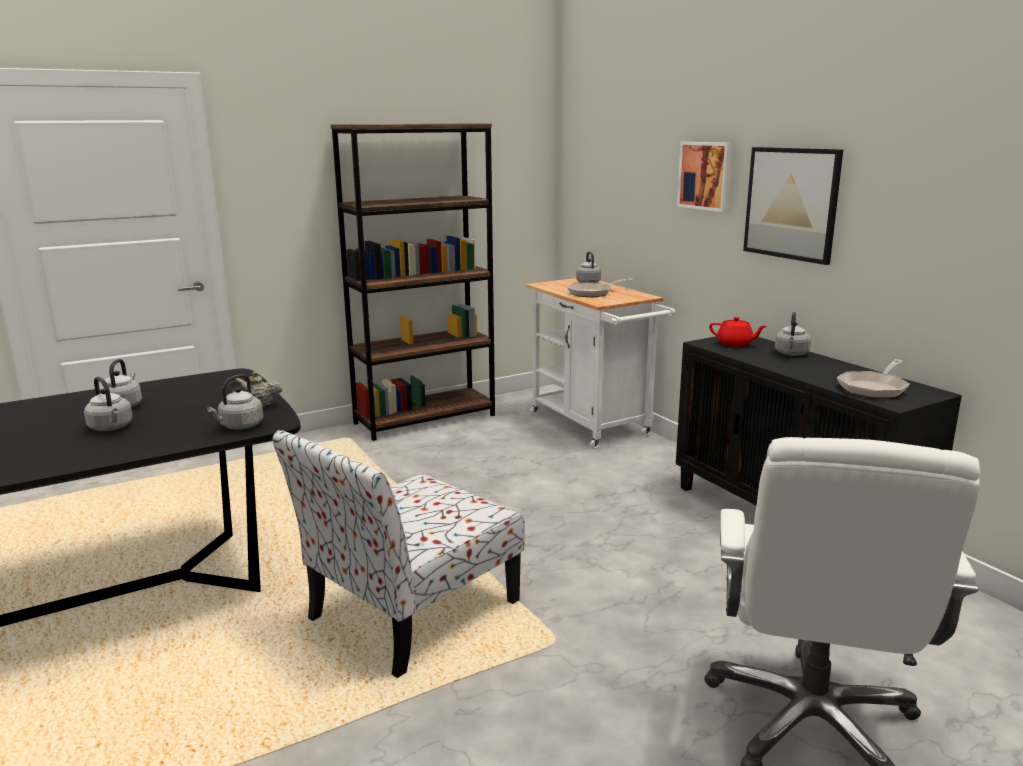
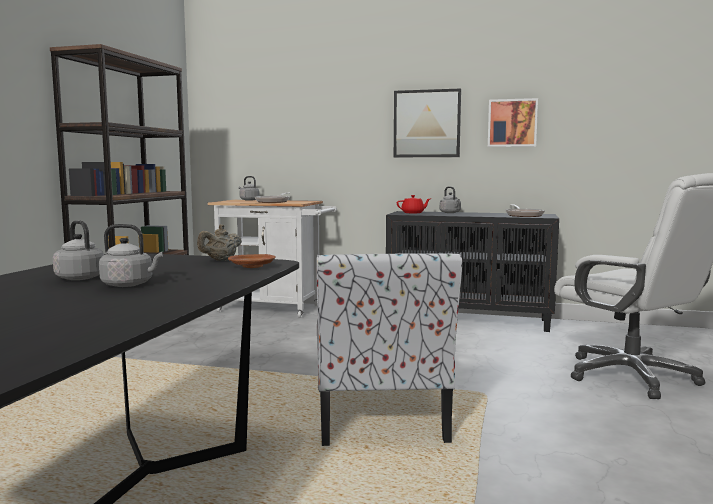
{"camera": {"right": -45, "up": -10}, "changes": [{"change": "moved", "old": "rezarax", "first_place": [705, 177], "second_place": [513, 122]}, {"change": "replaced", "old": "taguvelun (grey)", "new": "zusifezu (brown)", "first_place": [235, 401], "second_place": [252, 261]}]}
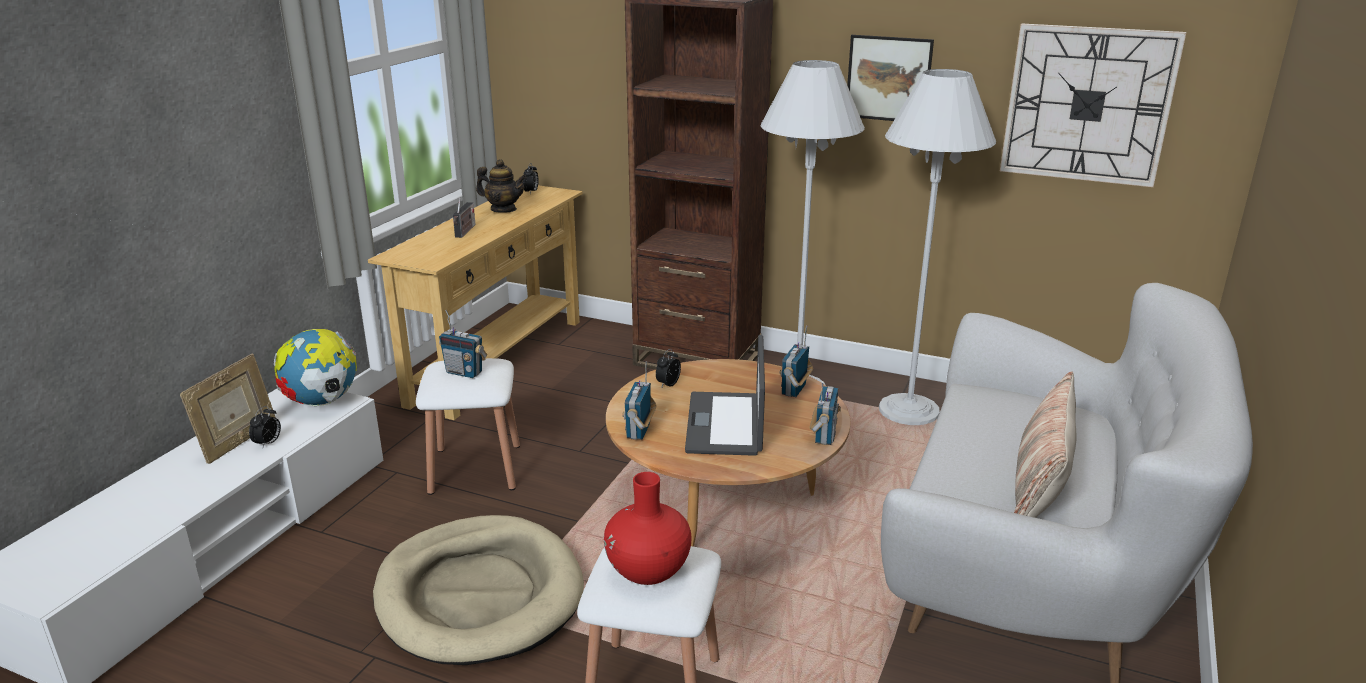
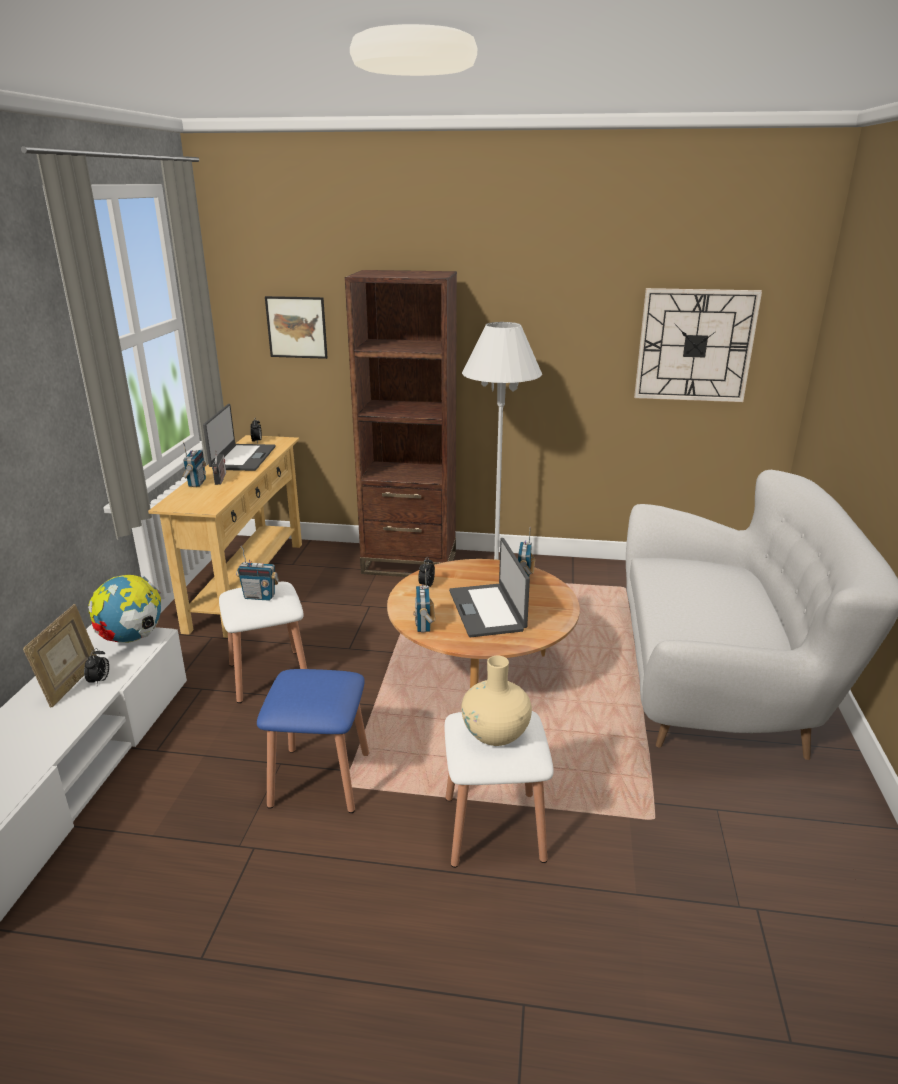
{"camera": {"right": -15, "up": 0}, "changes": [{"change": "moved", "old": "rezarax", "first_place": [890, 78], "second_place": [296, 327]}, {"change": "removed", "old": "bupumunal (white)", "first_place": [937, 247]}, {"change": "replaced", "old": "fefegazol", "new": "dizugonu", "first_place": [501, 186], "second_place": [239, 437]}, {"change": "removed", "old": "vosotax", "first_place": [1045, 445]}, {"change": "moved", "old": "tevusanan", "first_place": [825, 413], "second_place": [194, 464]}, {"change": "recoloured", "old": "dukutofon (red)", "new": "dukutofon (beige)", "first_place": [648, 528], "second_place": [496, 701]}, {"change": "replaced", "old": "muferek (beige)", "new": "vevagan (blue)", "first_place": [478, 590], "second_place": [313, 741]}]}
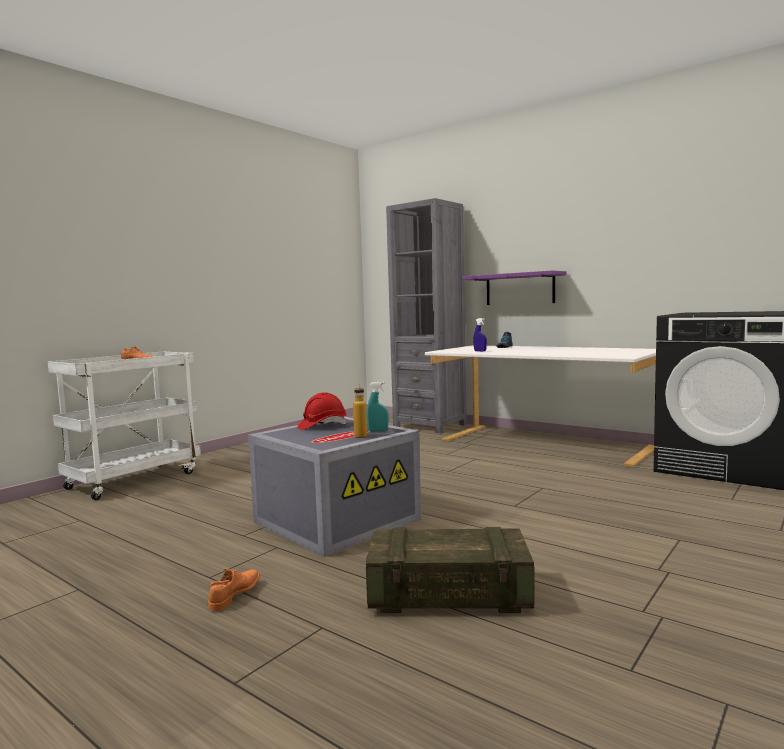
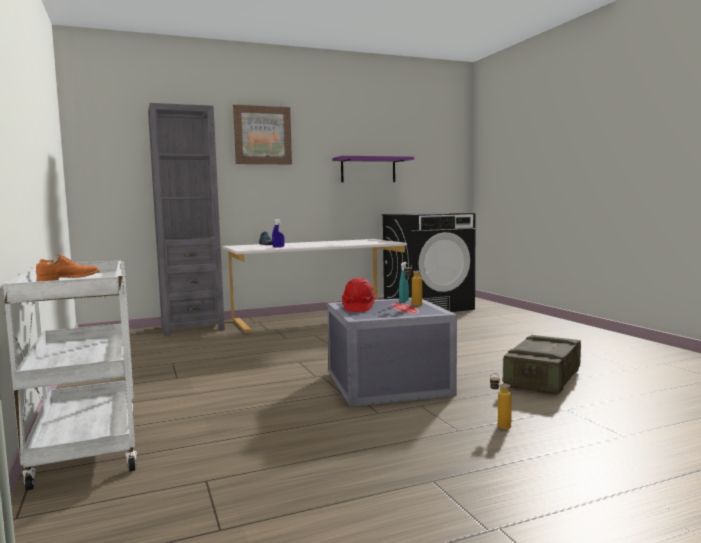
{"camera": {"right": -60, "up": 0}, "changes": [{"change": "moved", "old": "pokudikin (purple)", "first_place": [514, 287], "second_place": [373, 169]}, {"change": "replaced", "old": "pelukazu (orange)", "new": "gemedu", "first_place": [234, 590], "second_place": [501, 401]}, {"change": "added", "new": "rezarax", "second_place": [262, 134]}]}
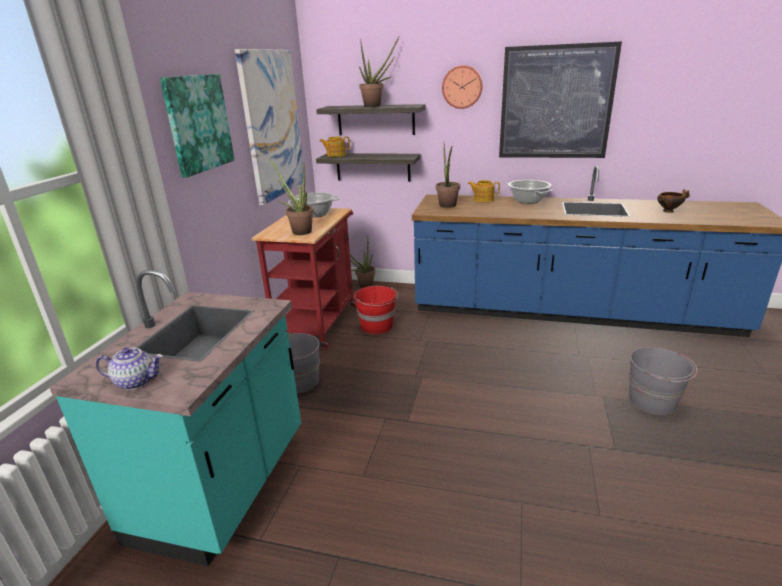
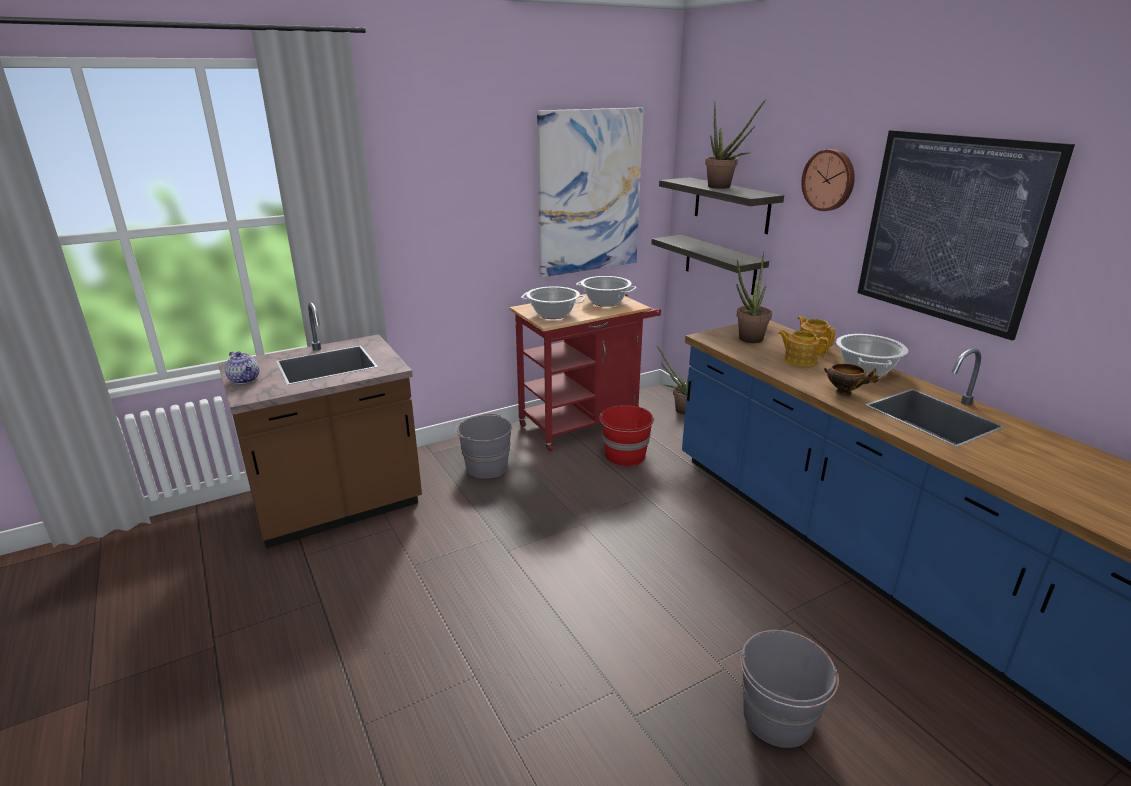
{"camera": {"right": 45, "up": 0}, "changes": [{"change": "removed", "old": "rezarax", "first_place": [197, 126]}, {"change": "moved", "old": "fefegazol", "first_place": [335, 146], "second_place": [803, 348]}, {"change": "replaced", "old": "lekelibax", "new": "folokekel", "first_place": [291, 196], "second_place": [553, 302]}, {"change": "moved", "old": "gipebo", "first_place": [673, 201], "second_place": [851, 379]}, {"change": "recoloured", "old": "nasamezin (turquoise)", "new": "nasamezin (brown)", "first_place": [175, 418], "second_place": [320, 425]}]}
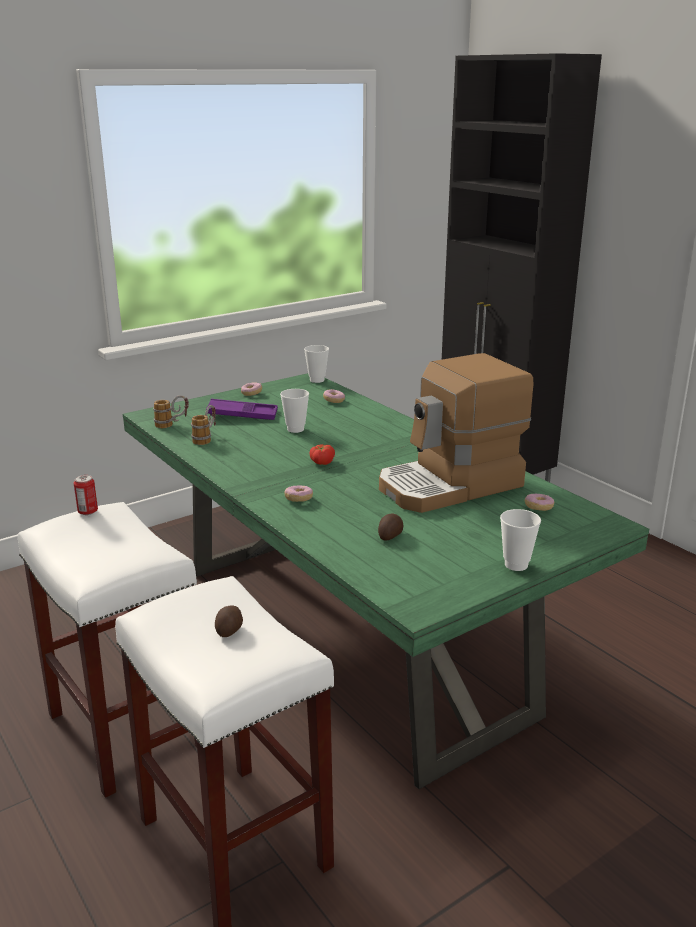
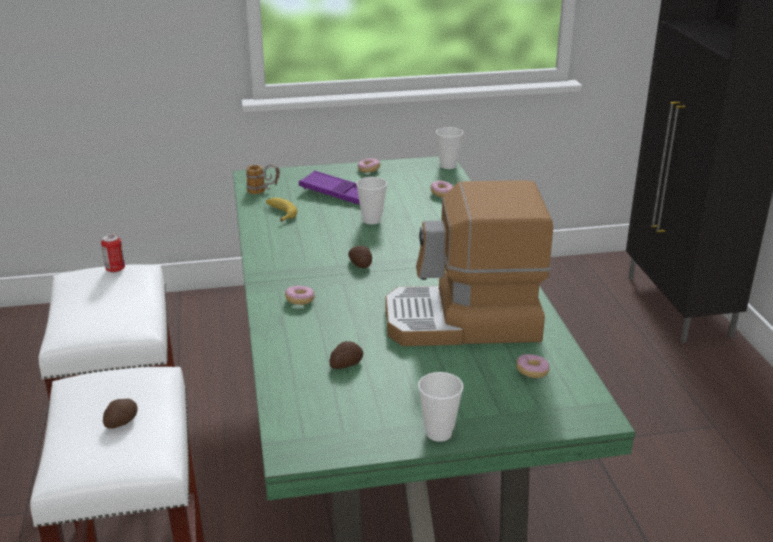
{"camera": {"right": 25, "up": 5}, "changes": [{"change": "replaced", "old": "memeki", "new": "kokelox", "first_place": [203, 425], "second_place": [281, 210]}, {"change": "replaced", "old": "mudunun", "new": "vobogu", "first_place": [322, 454], "second_place": [360, 256]}]}
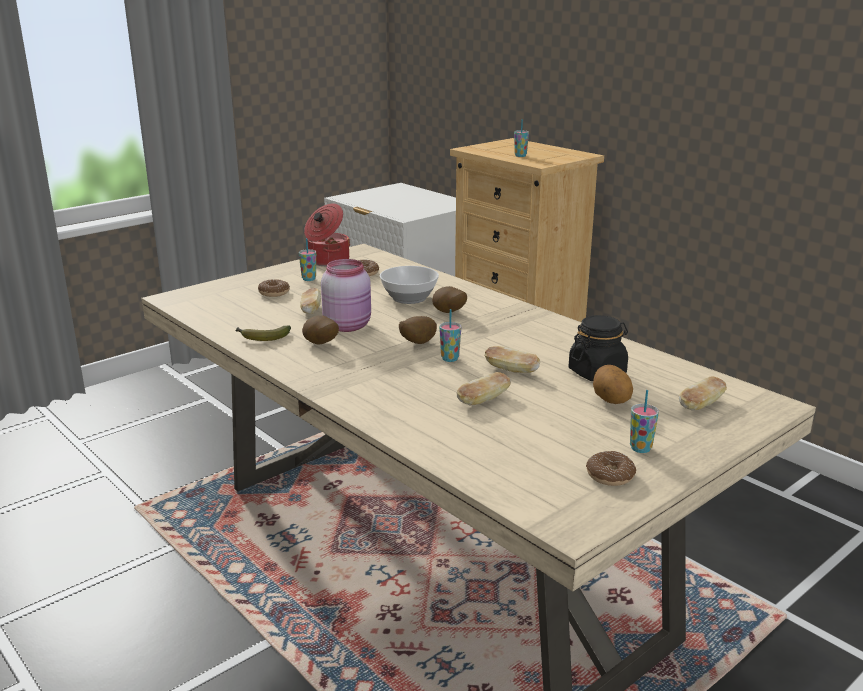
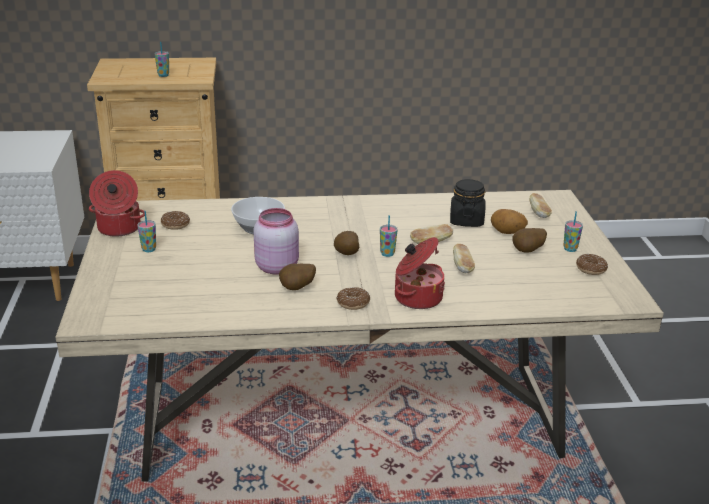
{"camera": {"right": -55, "up": 5}, "changes": [{"change": "moved", "old": "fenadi", "first_place": [274, 288], "second_place": [353, 298]}, {"change": "moved", "old": "vobogu", "first_place": [449, 299], "second_place": [529, 240]}, {"change": "removed", "old": "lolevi", "first_place": [310, 301]}, {"change": "removed", "old": "kokelox", "first_place": [263, 333]}, {"change": "added", "new": "folokekel", "second_place": [420, 273]}]}
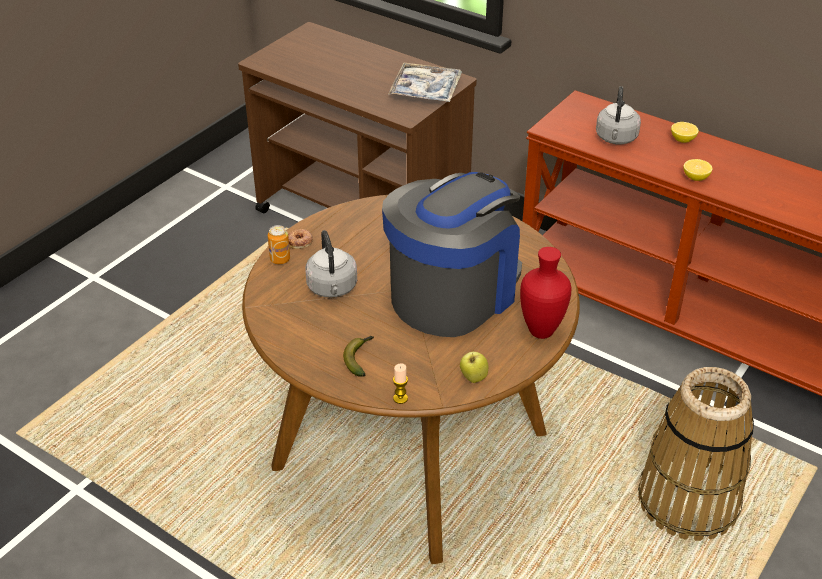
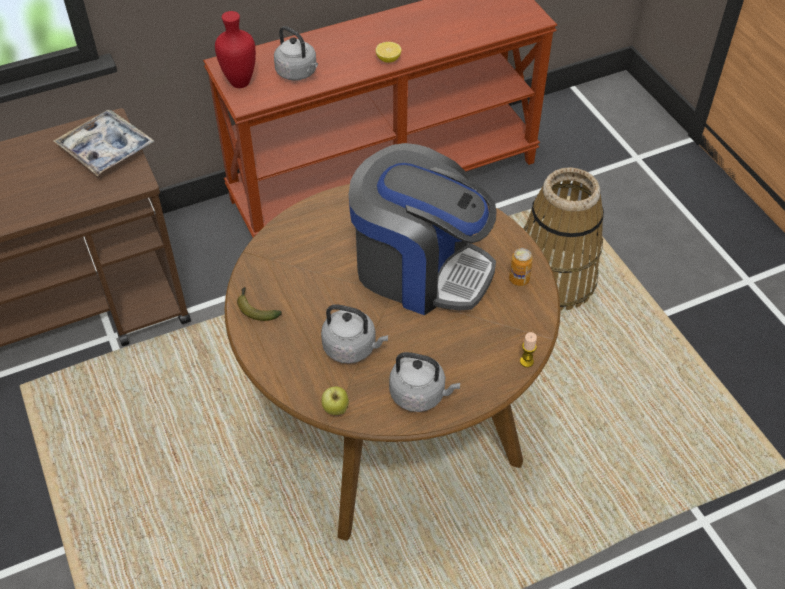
{"camera": {"right": -60, "up": 10}, "changes": [{"change": "removed", "old": "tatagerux", "first_place": [685, 132]}, {"change": "turned", "old": "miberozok", "first_place": [452, 254], "second_place": [423, 229], "degrees": 135}, {"change": "moved", "old": "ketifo", "first_place": [279, 244], "second_place": [521, 267]}, {"change": "removed", "old": "fenadi", "first_place": [300, 239]}, {"change": "moved", "old": "dukutofon (red)", "first_place": [545, 293], "second_place": [235, 49]}, {"change": "moved", "old": "kokelox", "first_place": [358, 356], "second_place": [259, 304]}, {"change": "moved", "old": "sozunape", "first_place": [474, 366], "second_place": [335, 401]}, {"change": "added", "new": "taguvelun (grey)", "second_place": [424, 382]}]}
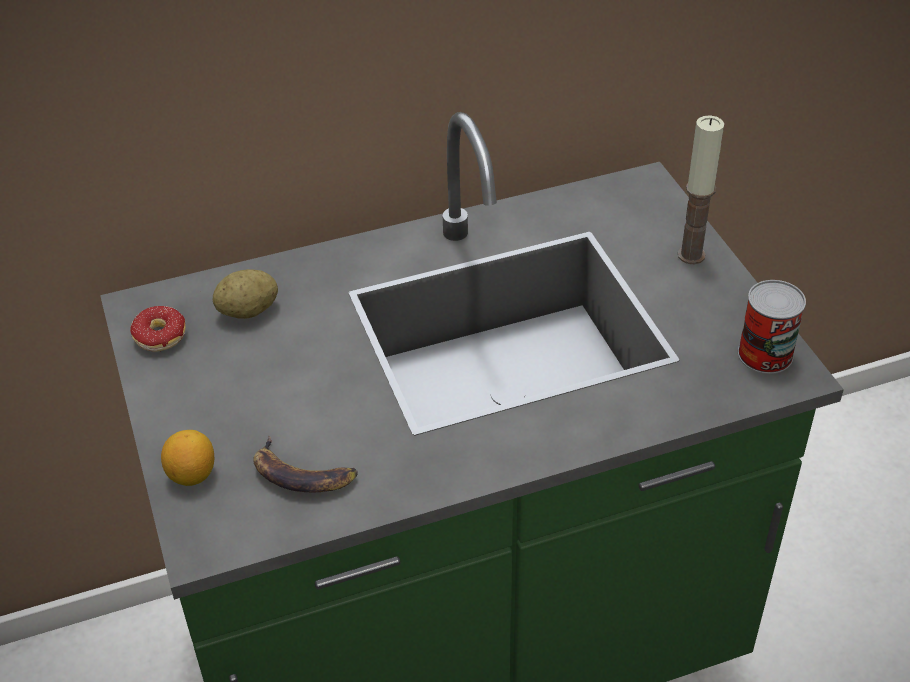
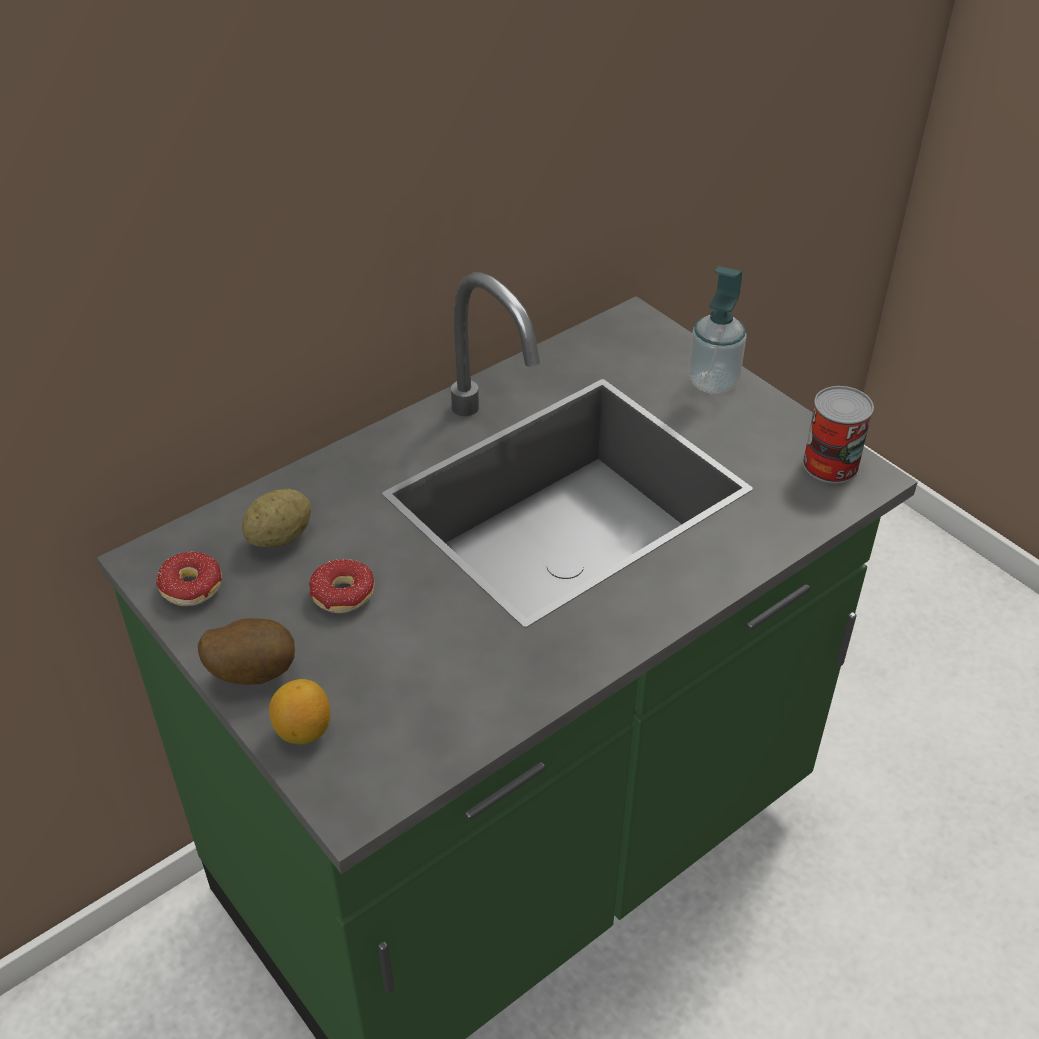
{"camera": {"right": -20, "up": 0}, "changes": [{"change": "replaced", "old": "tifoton", "new": "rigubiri", "first_place": [701, 189], "second_place": [717, 330]}, {"change": "removed", "old": "kokelox", "first_place": [305, 464]}, {"change": "added", "new": "fenadi", "second_place": [342, 586]}, {"change": "added", "new": "vobogu", "second_place": [246, 651]}]}
